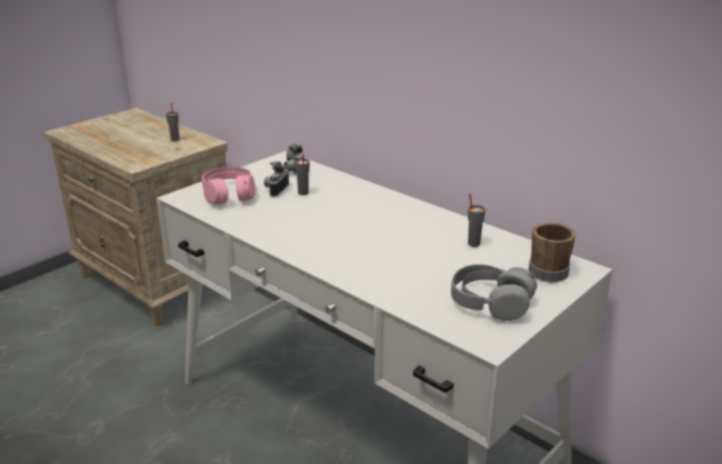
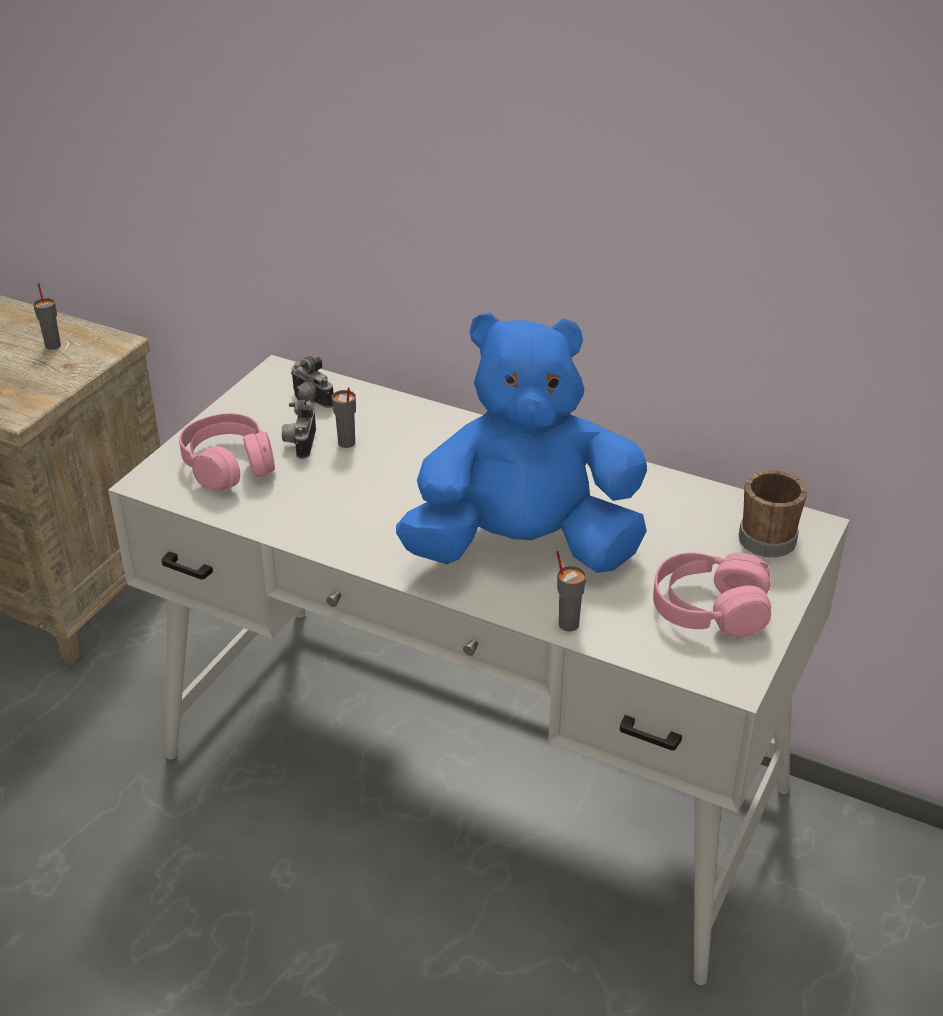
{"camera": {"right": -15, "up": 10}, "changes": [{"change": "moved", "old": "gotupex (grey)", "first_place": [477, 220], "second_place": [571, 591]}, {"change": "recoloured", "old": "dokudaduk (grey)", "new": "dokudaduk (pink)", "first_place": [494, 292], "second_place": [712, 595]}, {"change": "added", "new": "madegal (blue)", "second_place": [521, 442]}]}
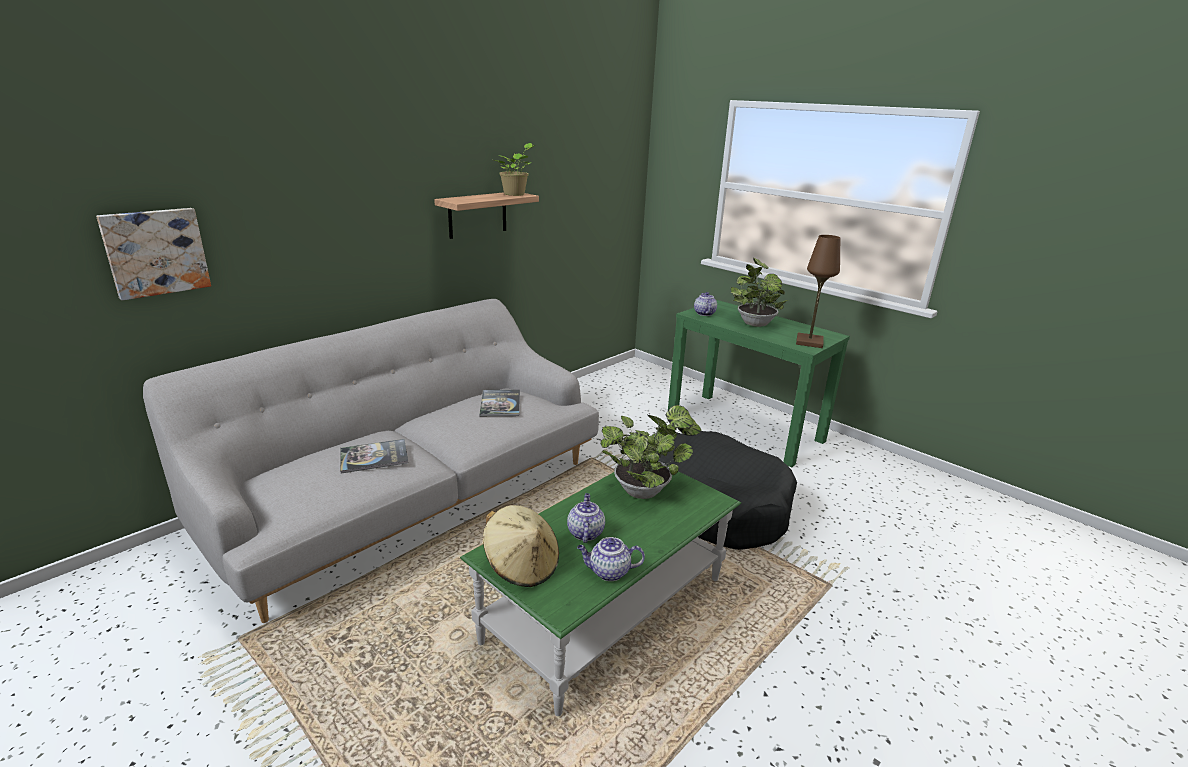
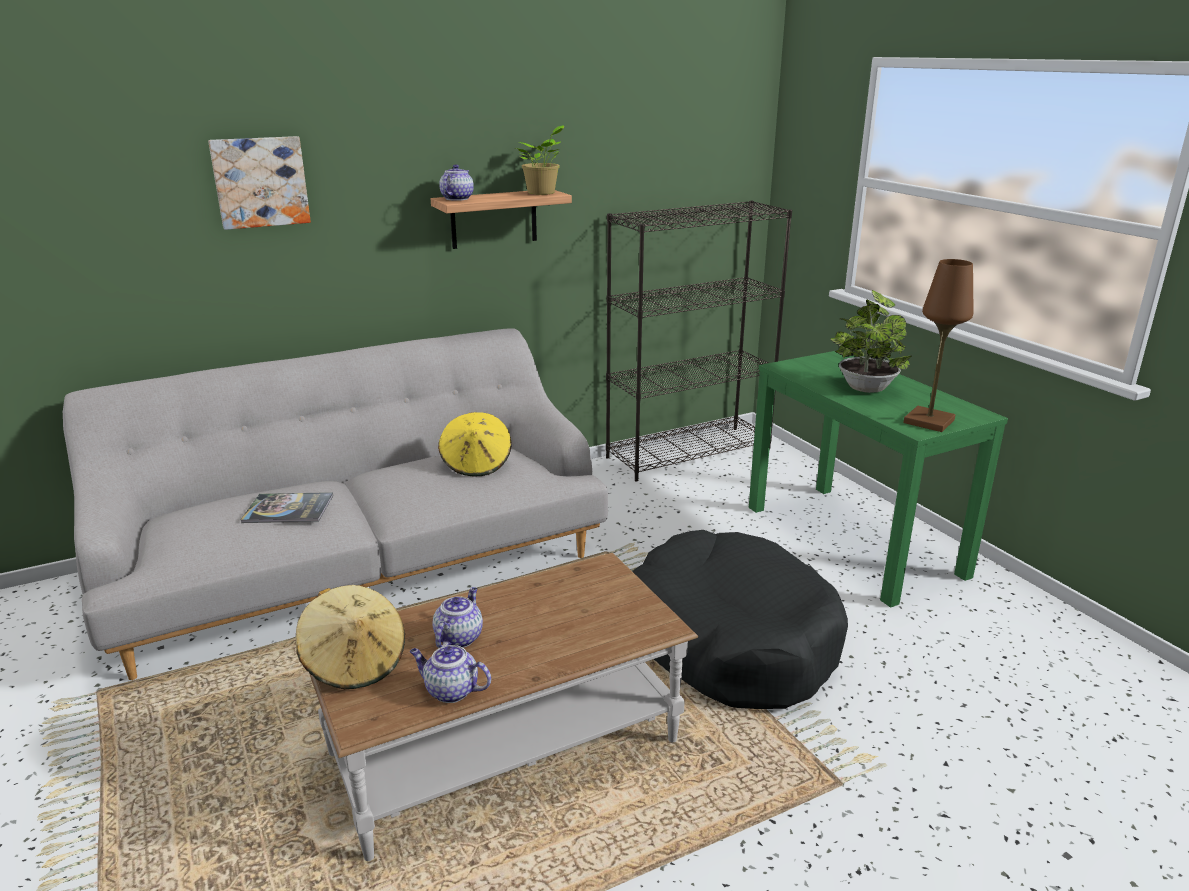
{"camera": {"right": 20, "up": 0}, "changes": [{"change": "moved", "old": "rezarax", "first_place": [153, 254], "second_place": [259, 183]}, {"change": "moved", "old": "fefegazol", "first_place": [705, 304], "second_place": [456, 182]}, {"change": "replaced", "old": "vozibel", "new": "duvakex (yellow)", "first_place": [500, 403], "second_place": [475, 444]}, {"change": "removed", "old": "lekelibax", "first_place": [650, 452]}, {"change": "recoloured", "old": "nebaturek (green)", "new": "nebaturek (brown)", "first_place": [600, 593], "second_place": [503, 707]}, {"change": "added", "new": "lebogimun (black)", "second_place": [699, 341]}]}
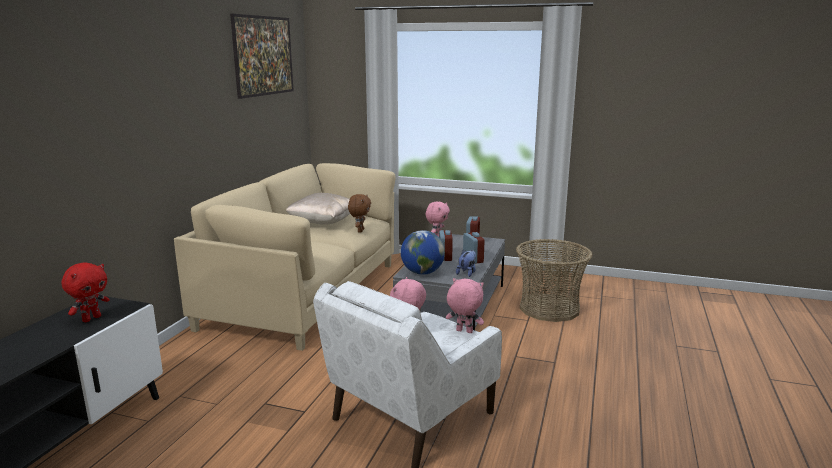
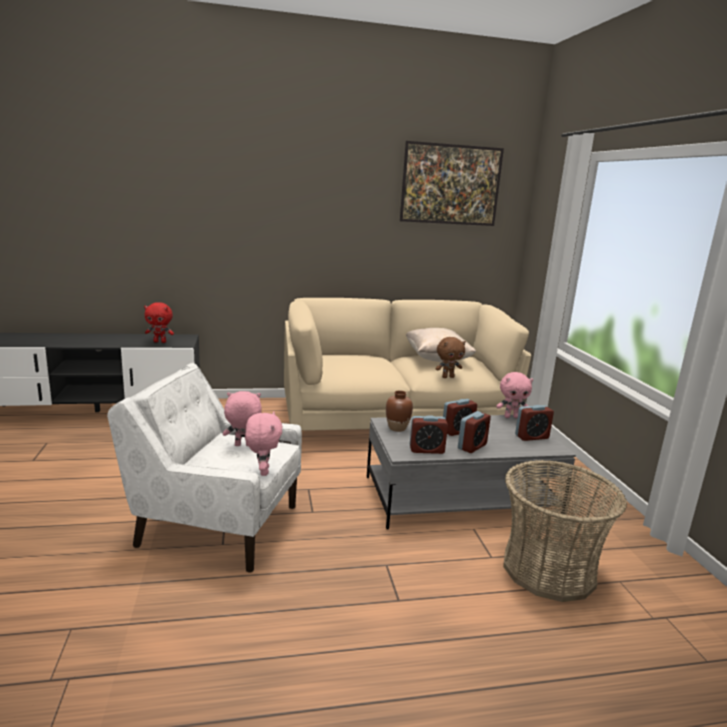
{"camera": {"right": 60, "up": 0}, "changes": [{"change": "replaced", "old": "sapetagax", "new": "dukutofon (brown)", "first_place": [423, 252], "second_place": [399, 411]}, {"change": "replaced", "old": "madegal", "new": "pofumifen", "first_place": [466, 263], "second_place": [429, 434]}]}
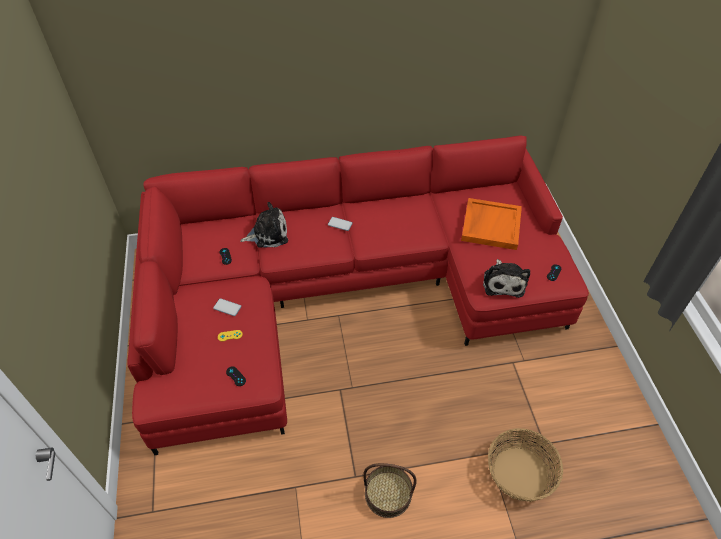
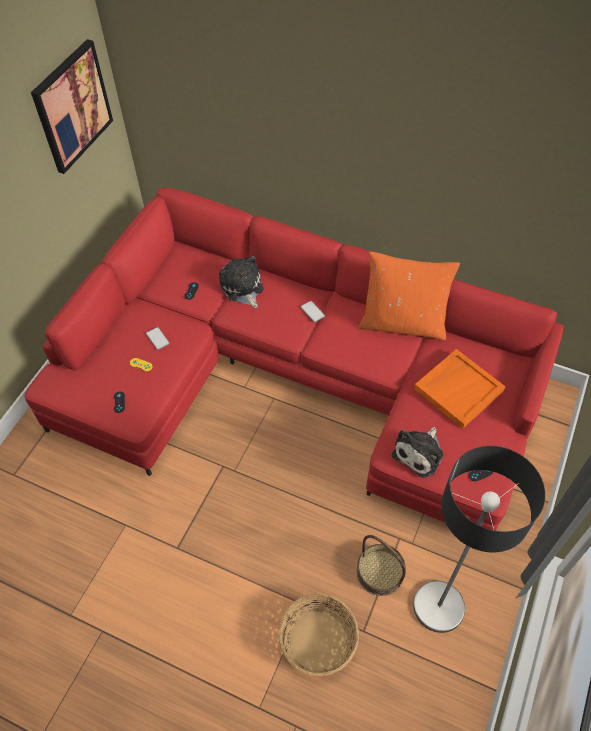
{"camera": {"right": 35, "up": 5}, "changes": [{"change": "turned", "old": "madegal", "first_place": [264, 225], "second_place": [241, 282], "degrees": -135}, {"change": "moved", "old": "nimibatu", "first_place": [390, 490], "second_place": [381, 565]}, {"change": "added", "new": "rezarax", "second_place": [72, 106]}, {"change": "added", "new": "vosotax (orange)", "second_place": [409, 296]}, {"change": "added", "new": "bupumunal", "second_place": [479, 539]}]}
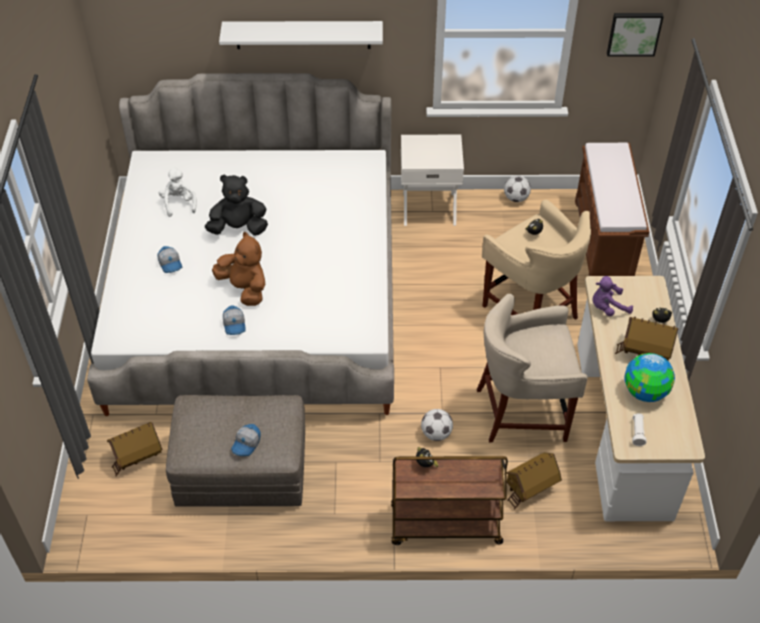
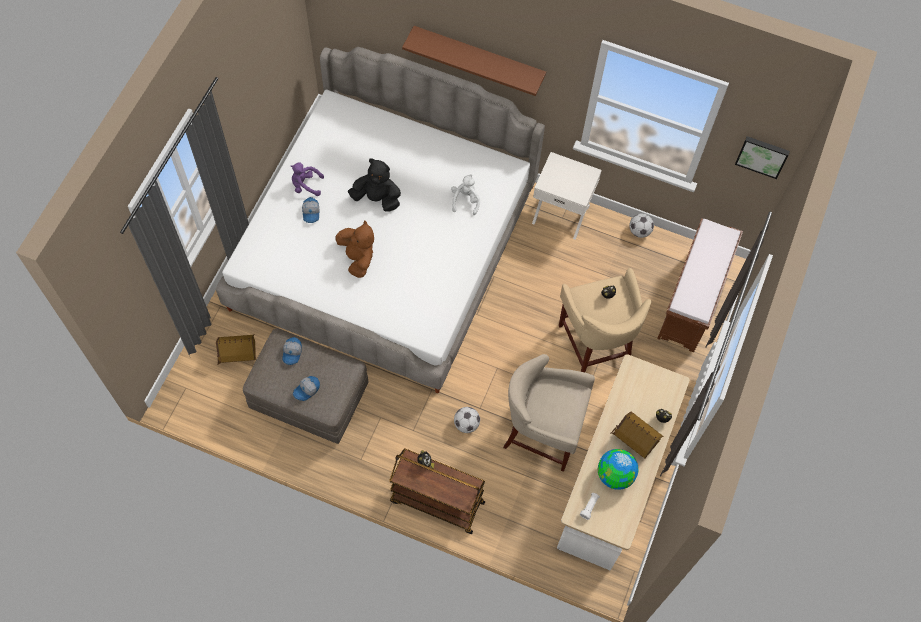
{"camera": {"right": 20, "up": 15}, "changes": [{"change": "recoloured", "old": "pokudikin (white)", "new": "pokudikin (brown)", "first_place": [301, 35], "second_place": [474, 61]}, {"change": "moved", "old": "madegal (white)", "first_place": [178, 192], "second_place": [465, 194]}, {"change": "moved", "old": "madegal (purple)", "first_place": [613, 296], "second_place": [307, 179]}, {"change": "moved", "old": "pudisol", "first_place": [234, 320], "second_place": [292, 351]}, {"change": "removed", "old": "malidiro", "first_place": [532, 481]}]}
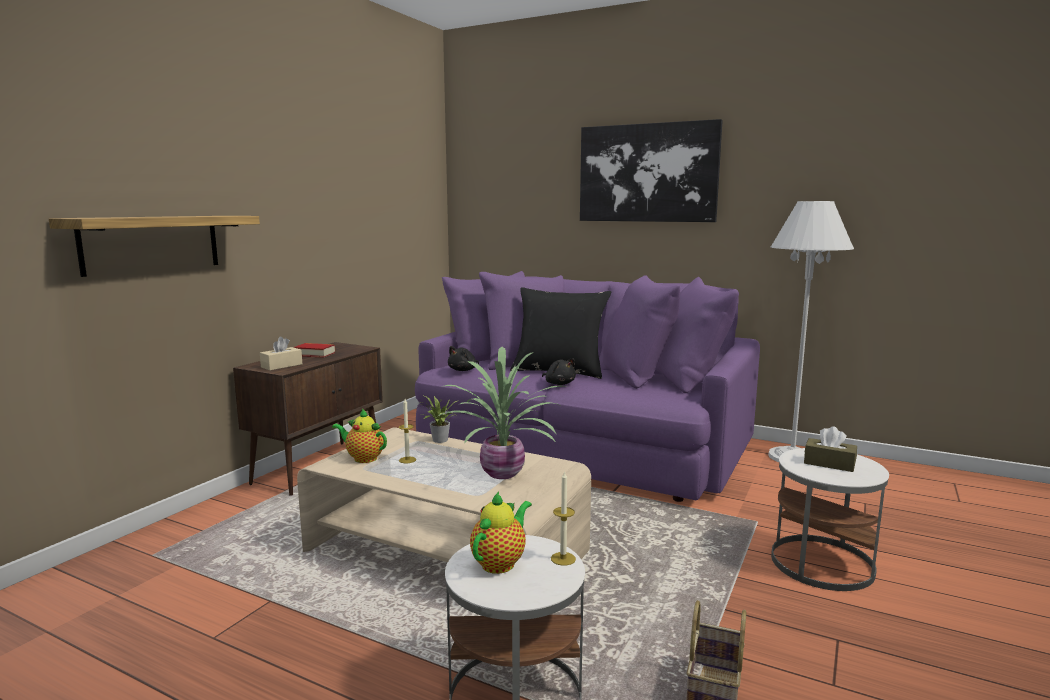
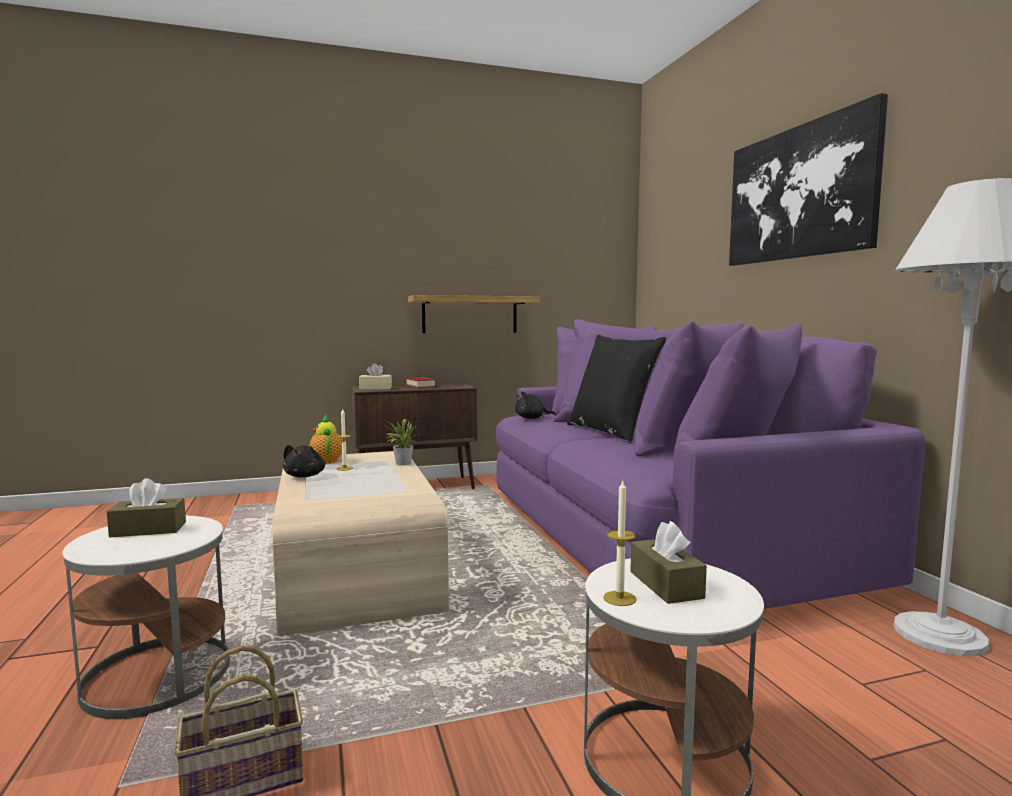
{"camera": {"right": 45, "up": -5}, "changes": [{"change": "moved", "old": "pokudikin", "first_place": [154, 246], "second_place": [474, 314]}, {"change": "removed", "old": "lekelibax", "first_place": [499, 413]}, {"change": "moved", "old": "madegal (black)", "first_place": [559, 371], "second_place": [304, 461]}, {"change": "moved", "old": "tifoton", "first_place": [563, 518], "second_place": [620, 543]}, {"change": "replaced", "old": "fefegazol", "new": "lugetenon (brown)", "first_place": [501, 533], "second_place": [146, 507]}]}
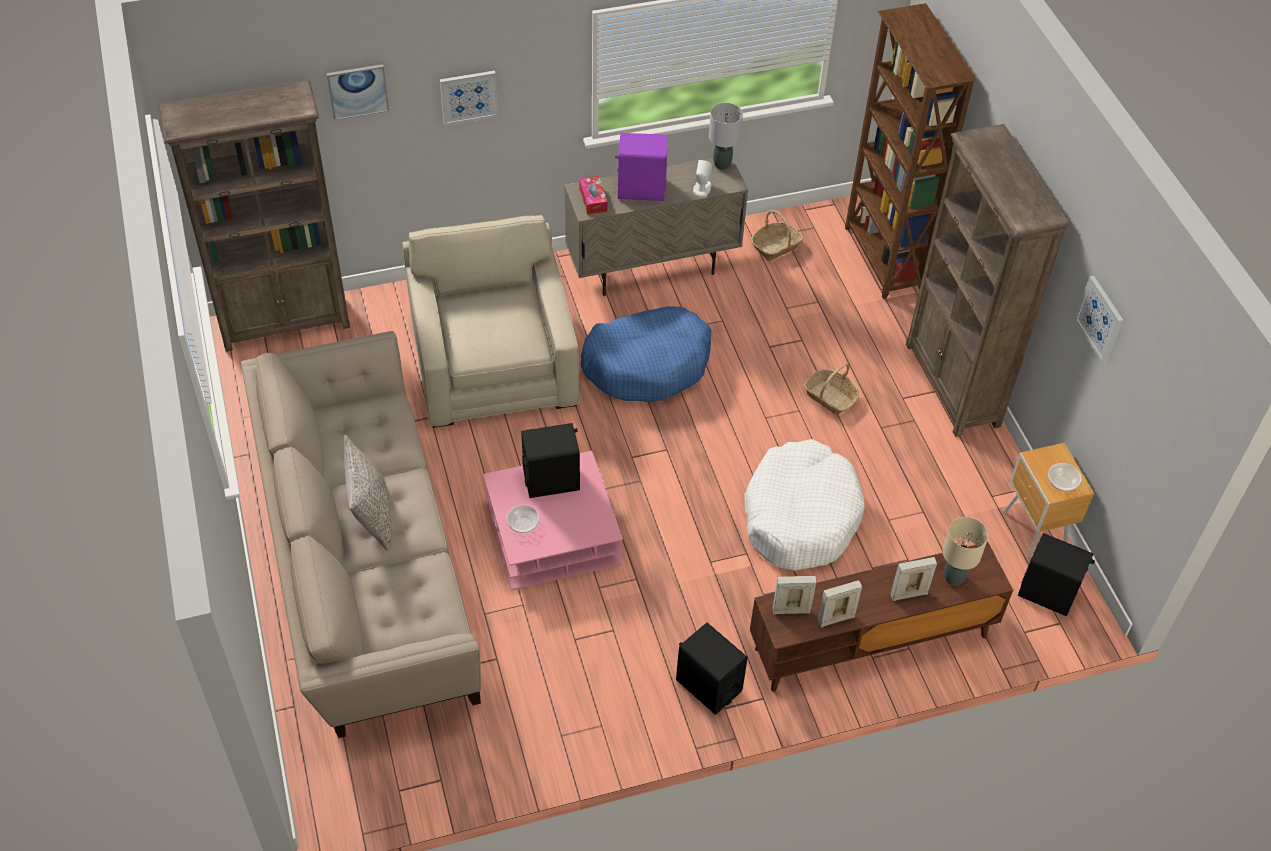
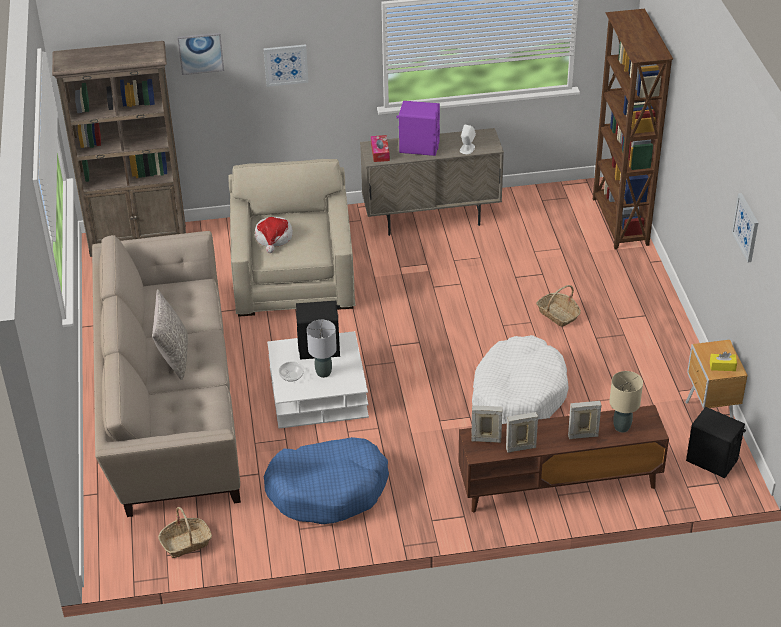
{"camera": {"right": 10, "up": -10}, "changes": [{"change": "moved", "old": "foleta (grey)", "first_place": [726, 136], "second_place": [322, 349]}, {"change": "removed", "old": "lebogimun (brown)", "first_place": [988, 280]}, {"change": "moved", "old": "nimibatu", "first_place": [777, 235], "second_place": [185, 532]}, {"change": "moved", "old": "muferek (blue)", "first_place": [645, 354], "second_place": [326, 480]}, {"change": "recoloured", "old": "nebaturek (pink)", "new": "nebaturek (white)", "first_place": [553, 520], "second_place": [318, 380]}, {"change": "replaced", "old": "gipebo", "new": "lugetenon (yellow)", "first_place": [1064, 477], "second_place": [723, 361]}, {"change": "removed", "old": "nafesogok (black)", "first_place": [712, 669]}, {"change": "added", "new": "duvakex", "second_place": [274, 235]}]}
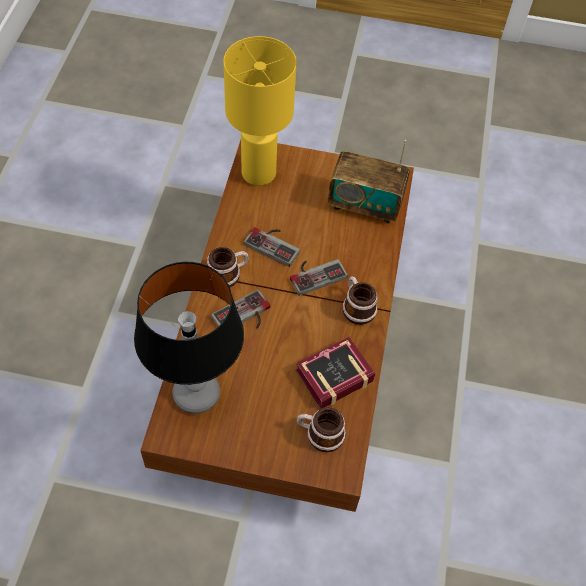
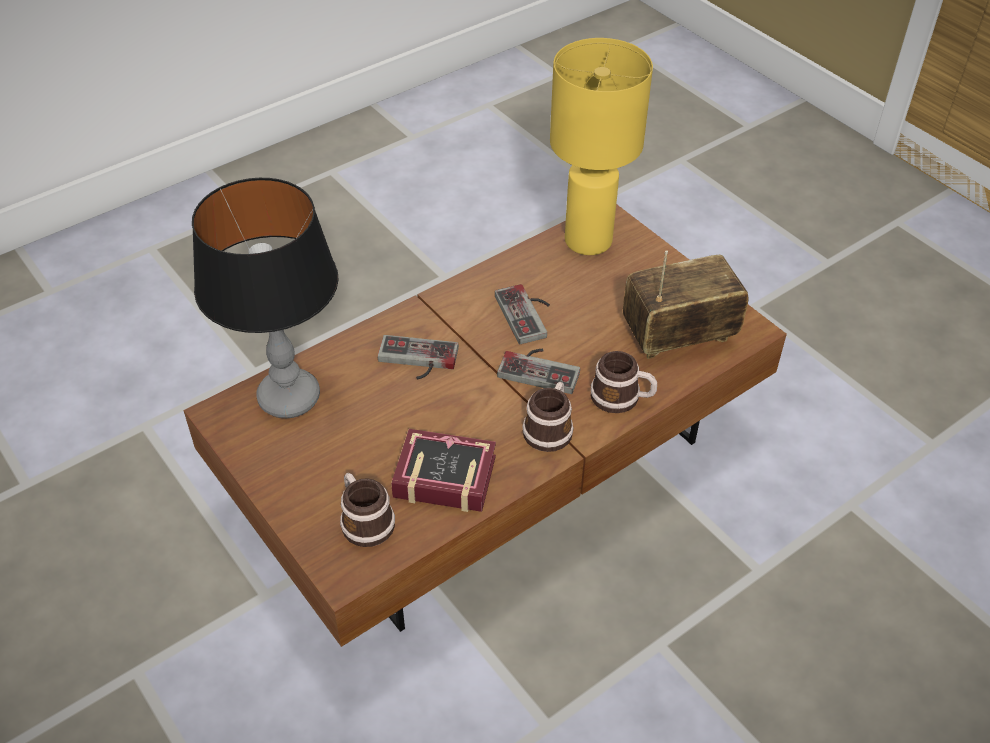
{"camera": {"right": 45, "up": -10}, "changes": [{"change": "turned", "old": "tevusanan", "first_place": [369, 182], "second_place": [685, 304], "degrees": 105}, {"change": "moved", "old": "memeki", "first_place": [228, 267], "second_place": [623, 382]}]}
